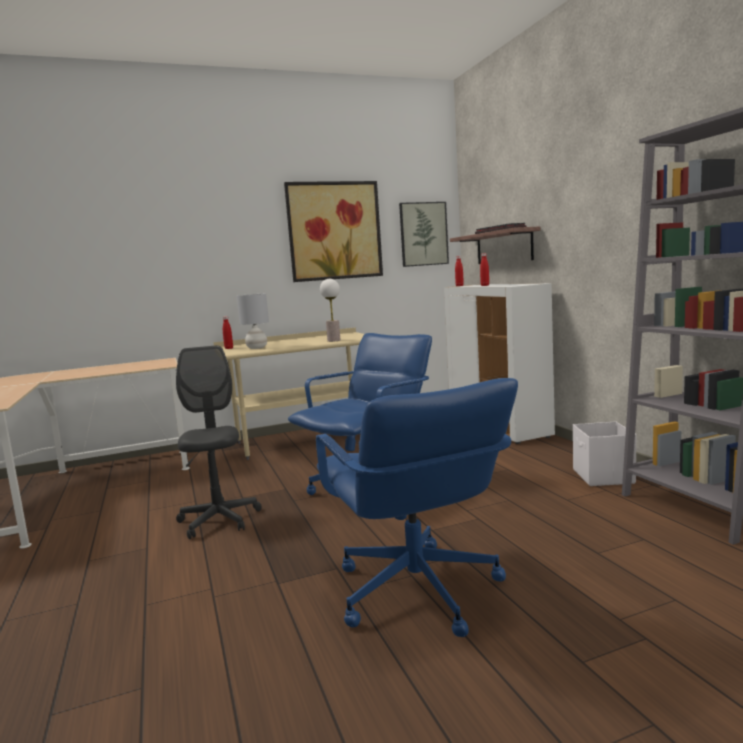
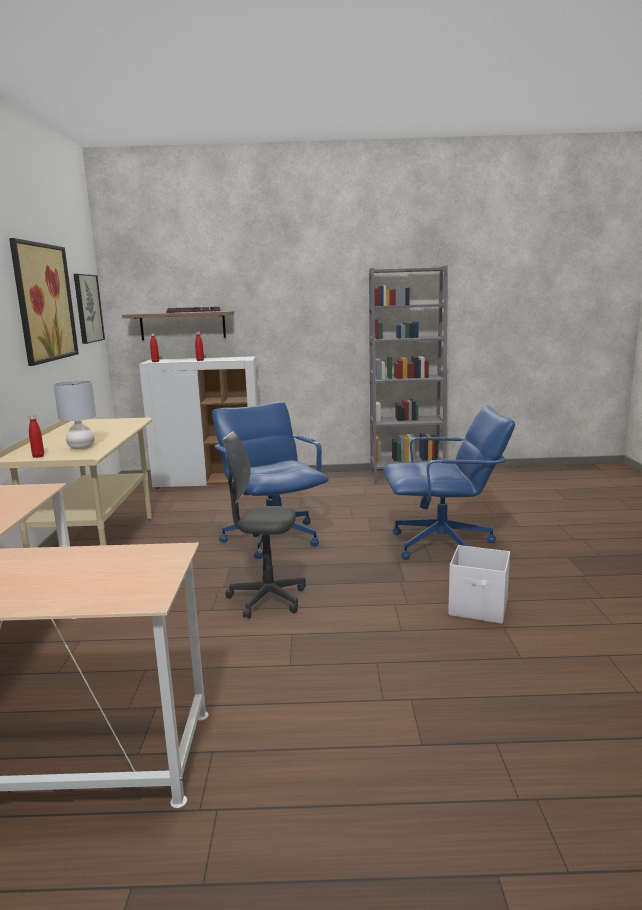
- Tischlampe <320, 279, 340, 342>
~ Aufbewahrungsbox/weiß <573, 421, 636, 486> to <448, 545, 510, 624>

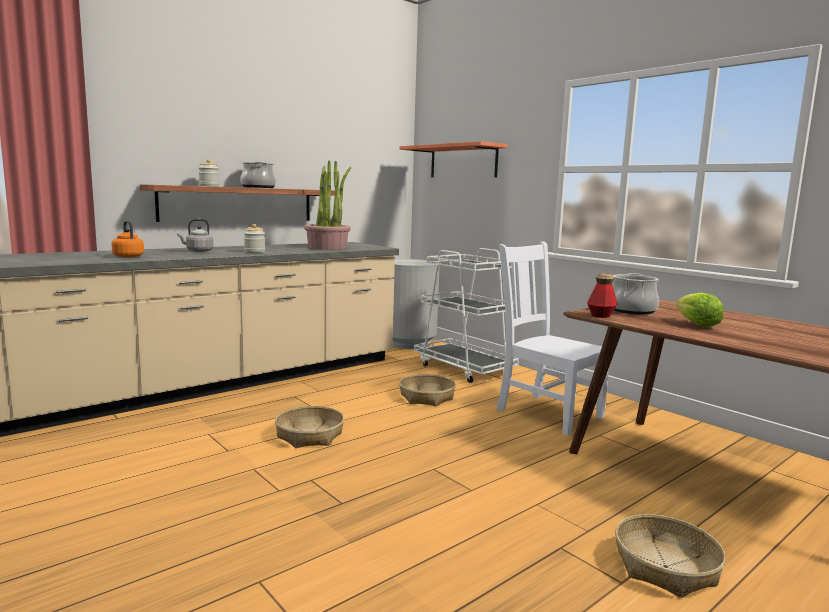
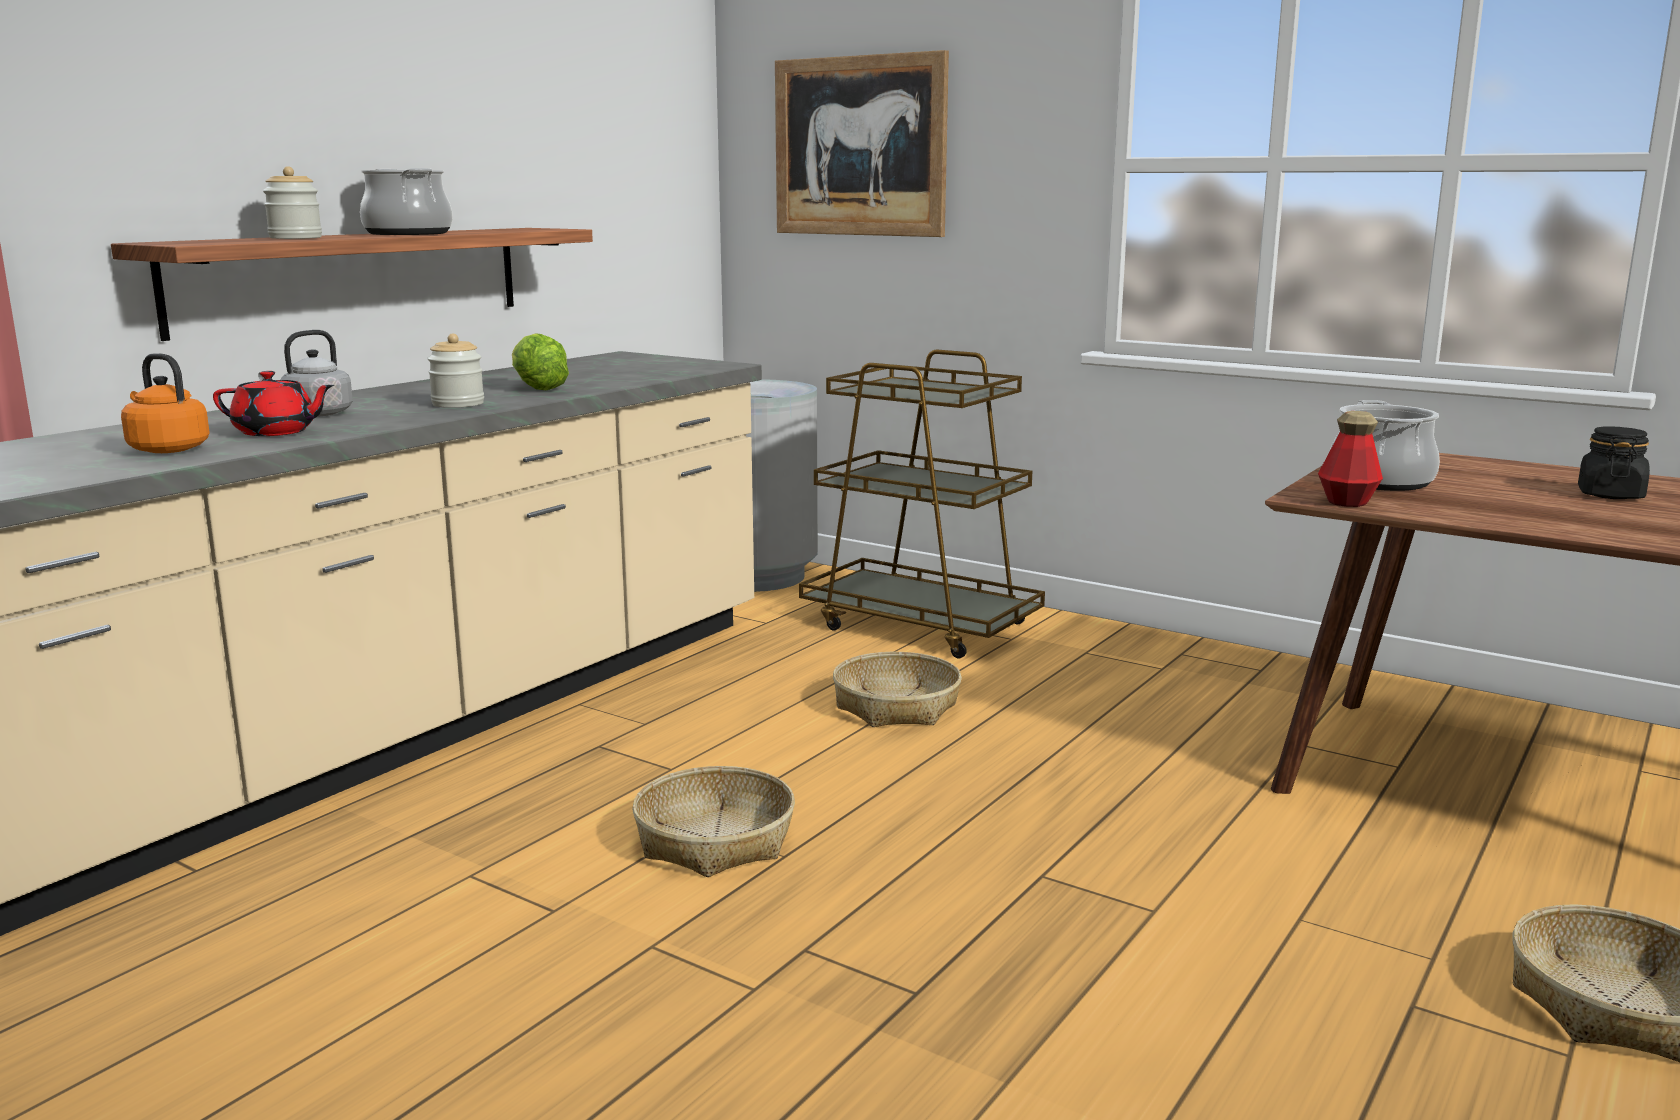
- Topfpflanze <304, 161, 351, 250>
~ Wandregal <399, 141, 508, 177> to Bild <775, 50, 949, 237>
~ Rollwagen/weiß <414, 248, 519, 383> to Rollwagen/braun <799, 350, 1045, 659>
- Stuhl/weiß <496, 242, 609, 435>
~ Salatkopf <676, 293, 724, 327> to <512, 333, 569, 390>
+ Teekanne/rot <213, 371, 334, 436>
+ Vorratsglas/schwarz <1578, 427, 1650, 499>

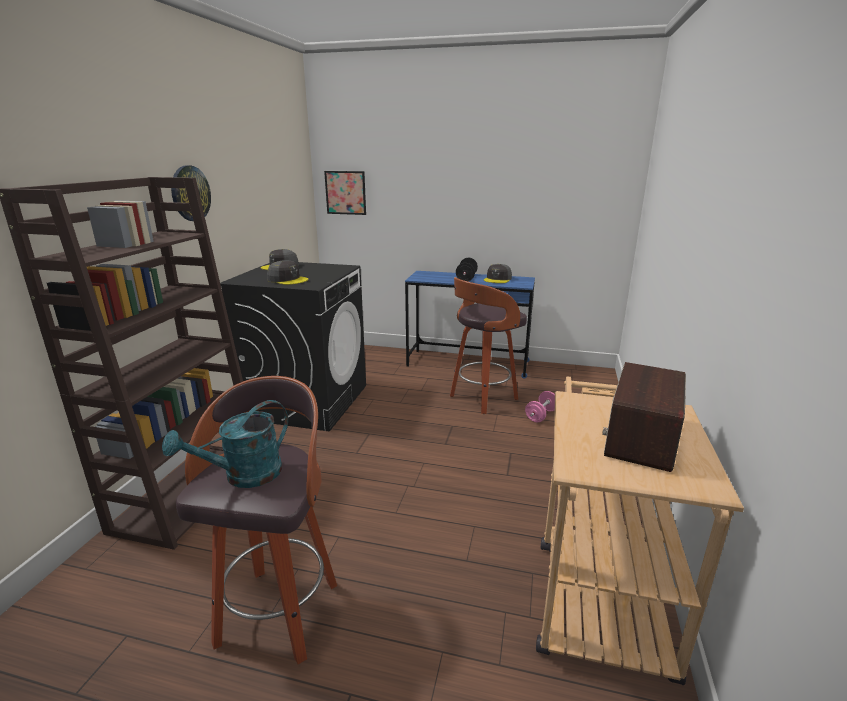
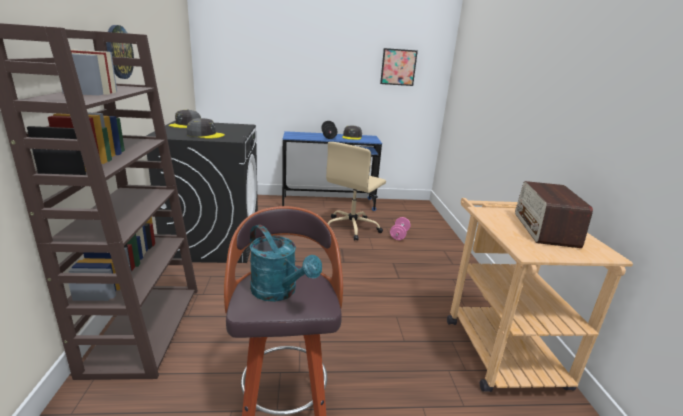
~ Gießkanne/türkis <162, 400, 288, 488> = <250, 225, 322, 302> 75 degrees counterclockwise
~ Bild <324, 171, 366, 215> to <380, 48, 418, 86>
~ Hocker <450, 277, 527, 414> to Bürostuhl/beige <326, 142, 386, 241>

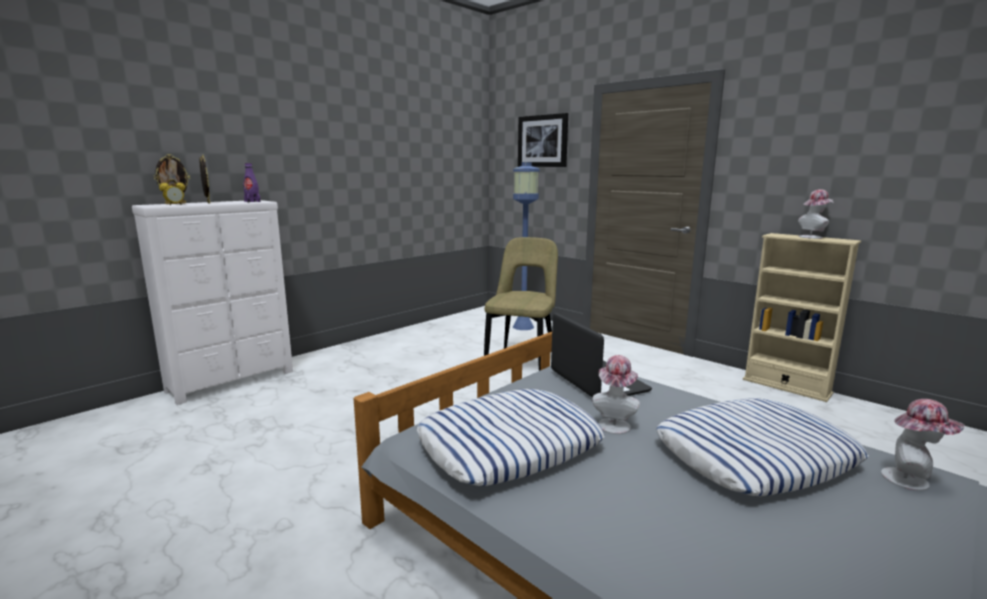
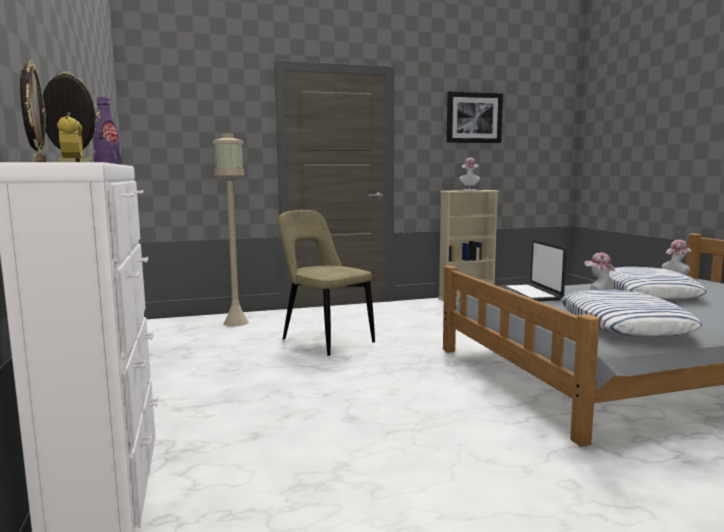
~ Stehlampe/blau <513, 162, 540, 330> to Stehlampe/beige <213, 134, 249, 326>
~ Bild <518, 113, 568, 167> to <447, 91, 503, 143>
~ Laptop <551, 313, 652, 397> = <497, 240, 567, 301> 105 degrees counterclockwise

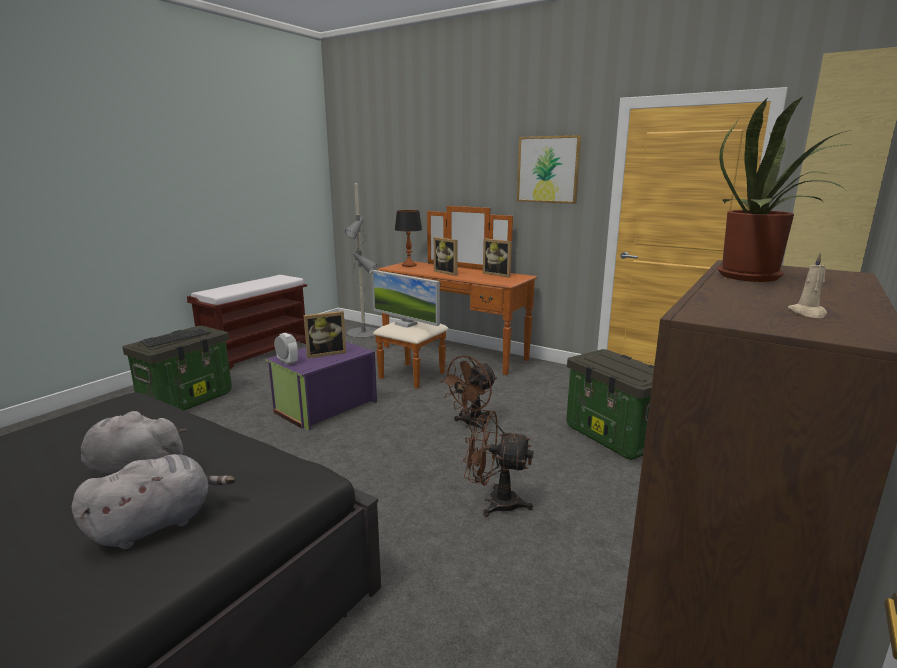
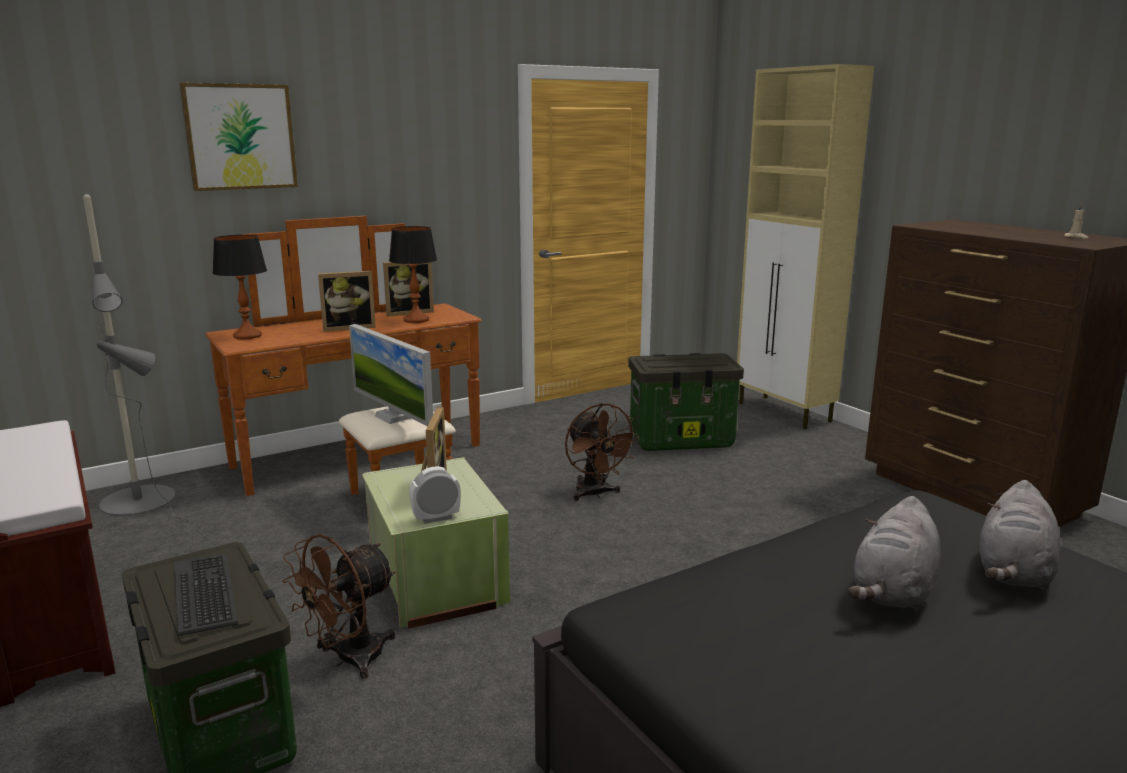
~ Plüschtier/grau <71, 454, 235, 549> = <980, 480, 1060, 590> 135 degrees counterclockwise
~ Aufbewahrungsbox/lila <265, 342, 377, 430> to Aufbewahrungsbox/grün <362, 457, 510, 629>
~ Monitor <372, 270, 440, 328> = <349, 324, 433, 426> 75 degrees clockwise
~ Ventilator/braun <463, 409, 533, 517> to <282, 534, 396, 679>
~ Bild <517, 135, 581, 204> to <180, 83, 298, 191>
- Topfpflanze <718, 96, 851, 282>
+ Tischlampe <389, 226, 437, 323>

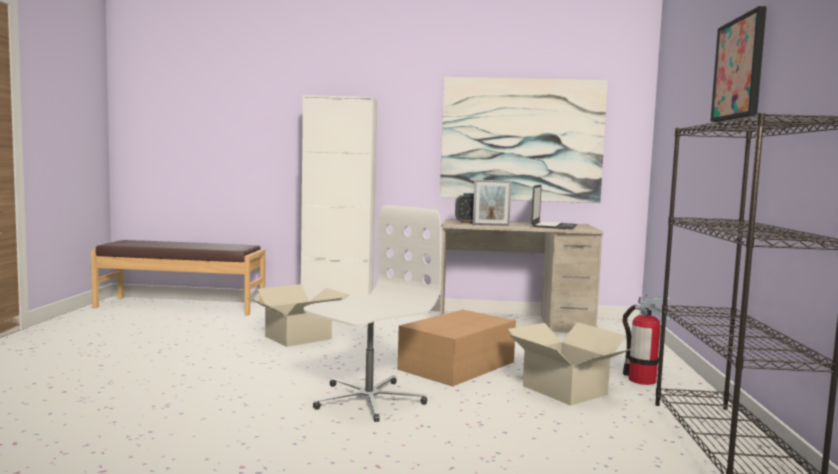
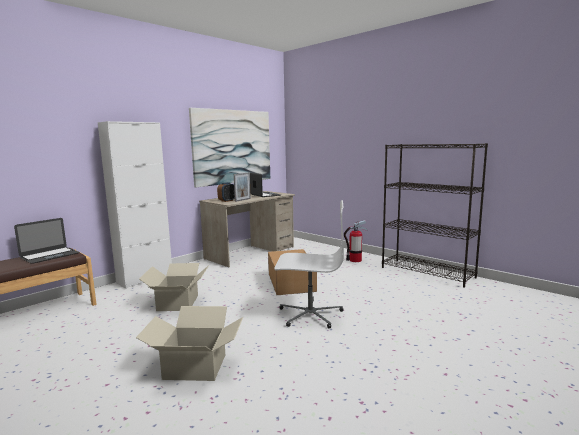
~ Bürostuhl/weiß <303, 205, 441, 422> = <274, 200, 344, 328> 105 degrees clockwise
~ Karton <508, 322, 633, 406> to <136, 306, 243, 381>
- Bild <710, 6, 767, 122>
+ Laptop <14, 218, 79, 264>

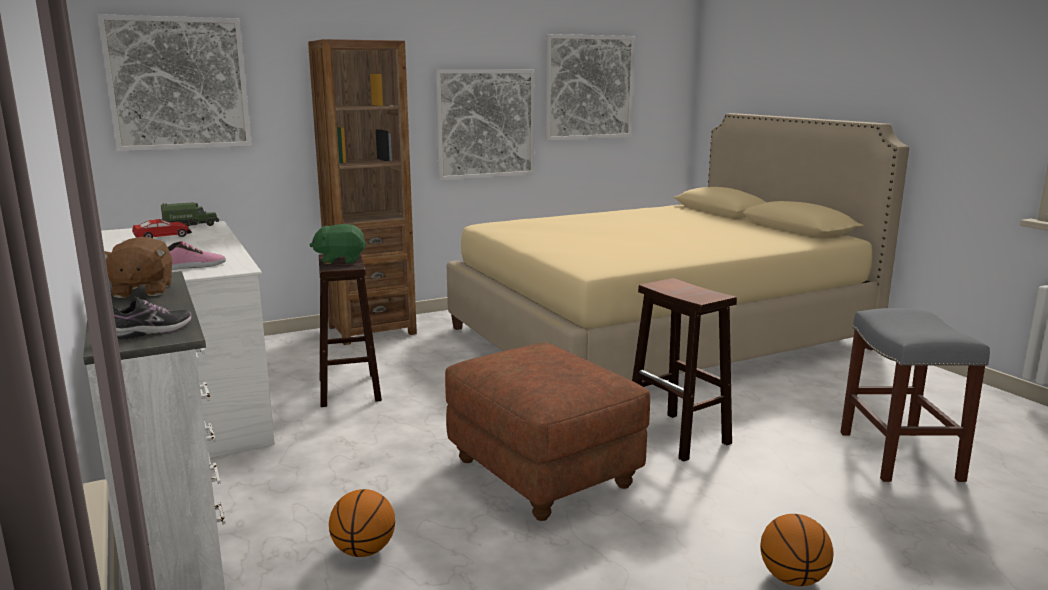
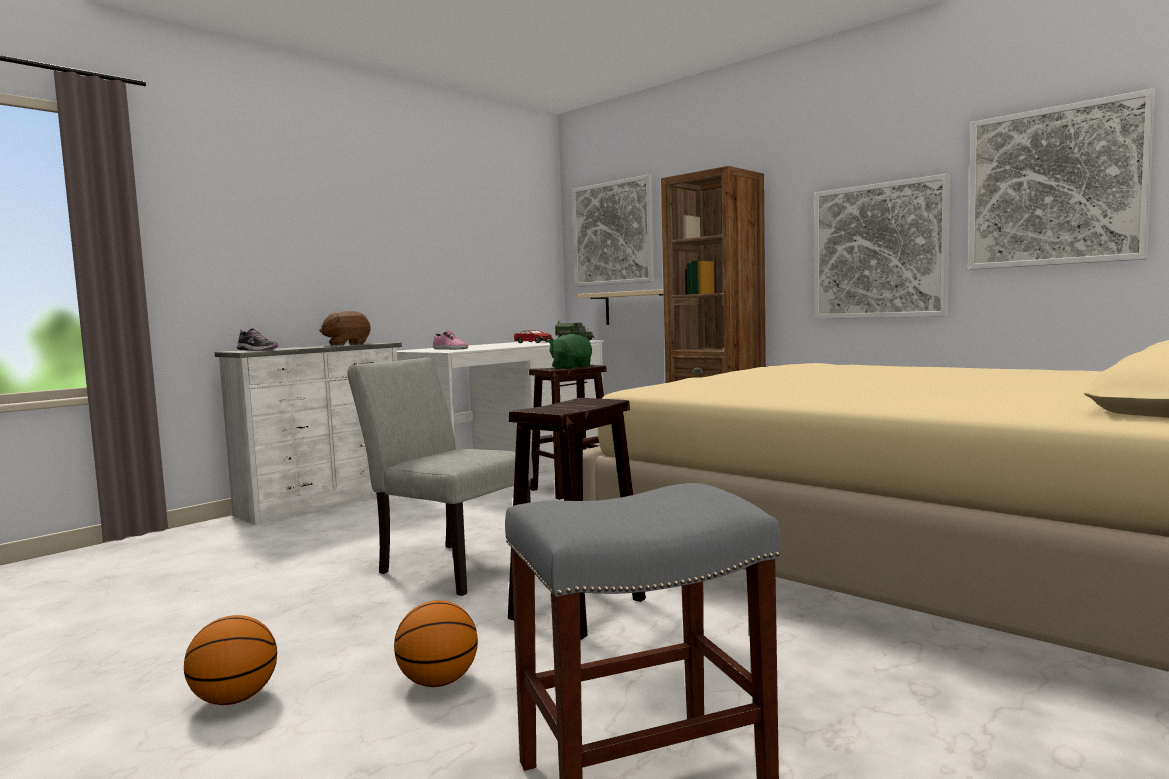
~ Basketball <329, 489, 395, 557> to <394, 600, 478, 687>
~ Polsterhocker/braun <445, 343, 650, 521> to Stuhl/grau <347, 358, 533, 596>
+ Wandregal/beige <578, 289, 664, 325>

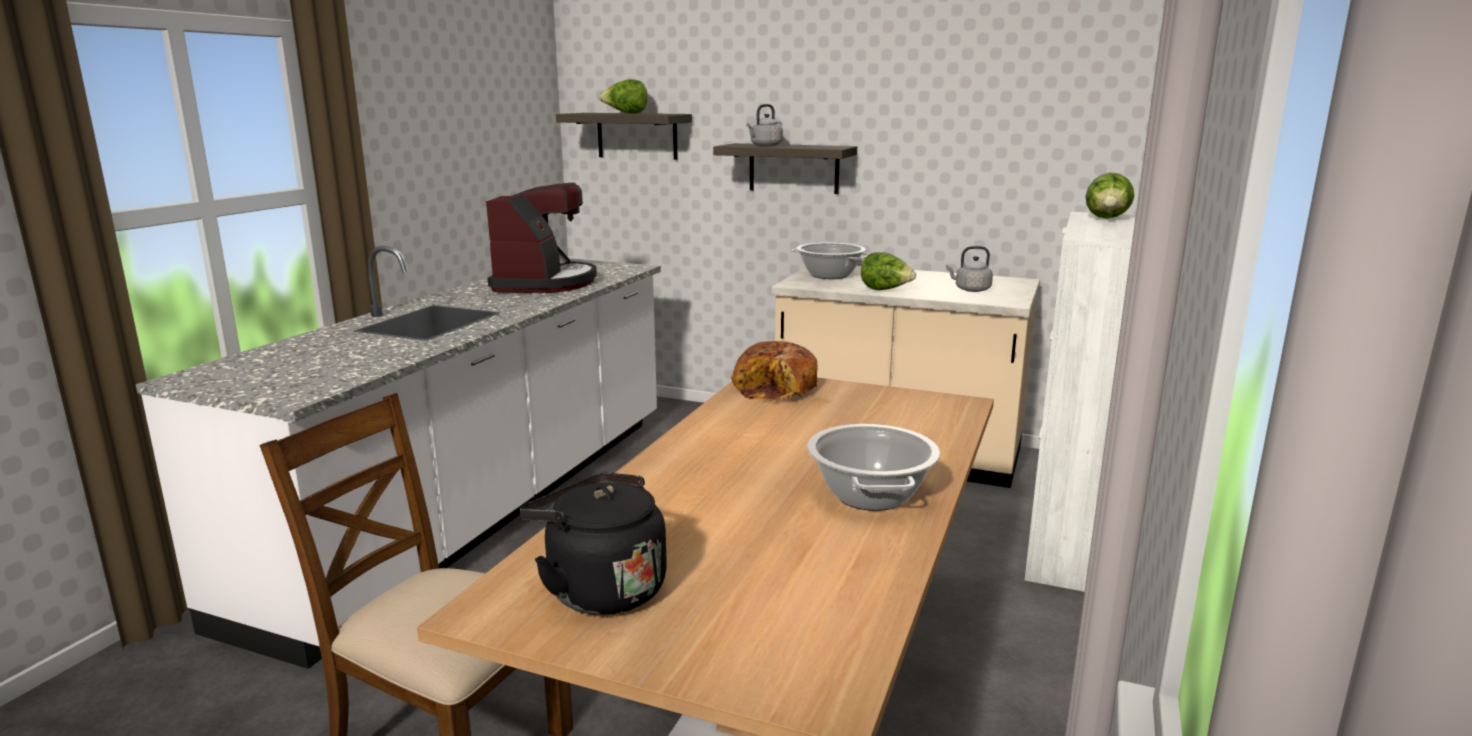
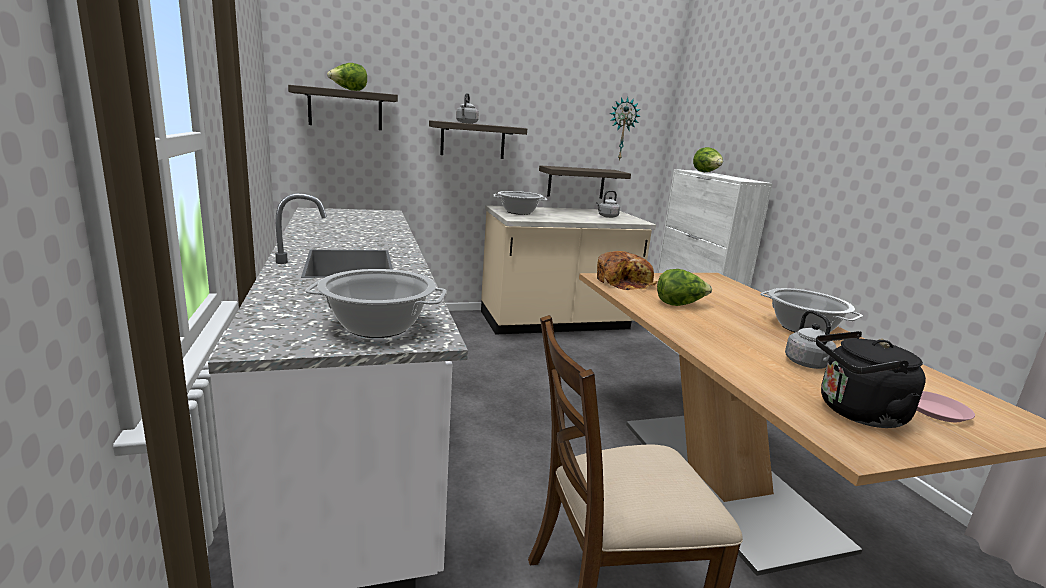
- Kaffeemaschine <486, 183, 597, 293>
~ Salatkopf <861, 252, 916, 290> to <657, 269, 712, 306>
+ Kochtopf <305, 269, 447, 338>
+ Wandregal <539, 166, 631, 199>
+ Wanduhr <610, 97, 640, 161>
+ Wasserkessel/grau <785, 310, 836, 369>
+ Teller/rosa <917, 391, 975, 422>

